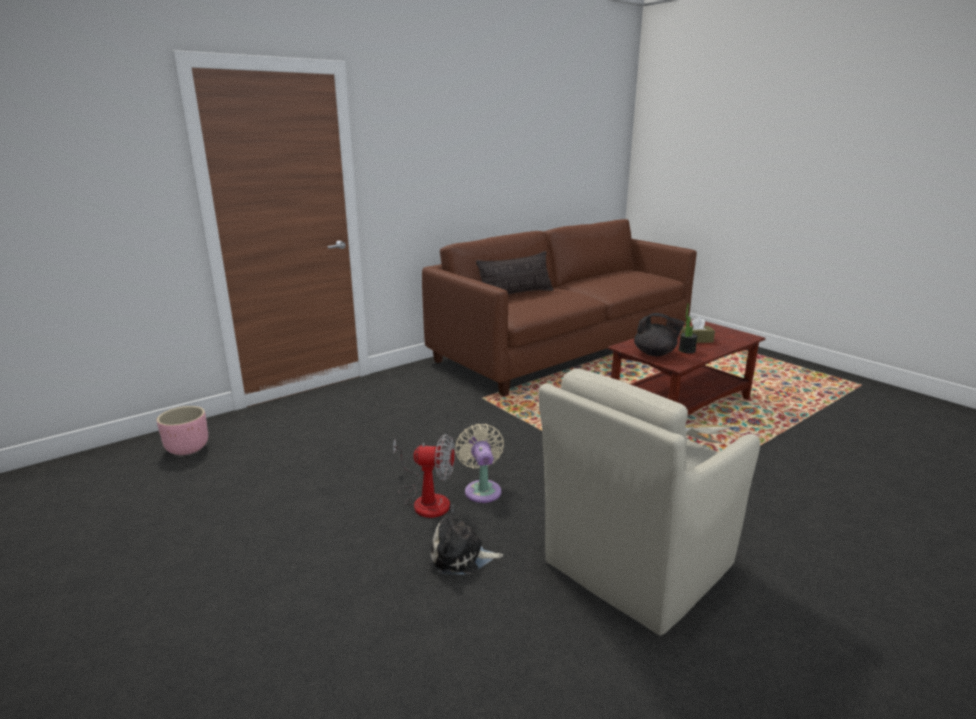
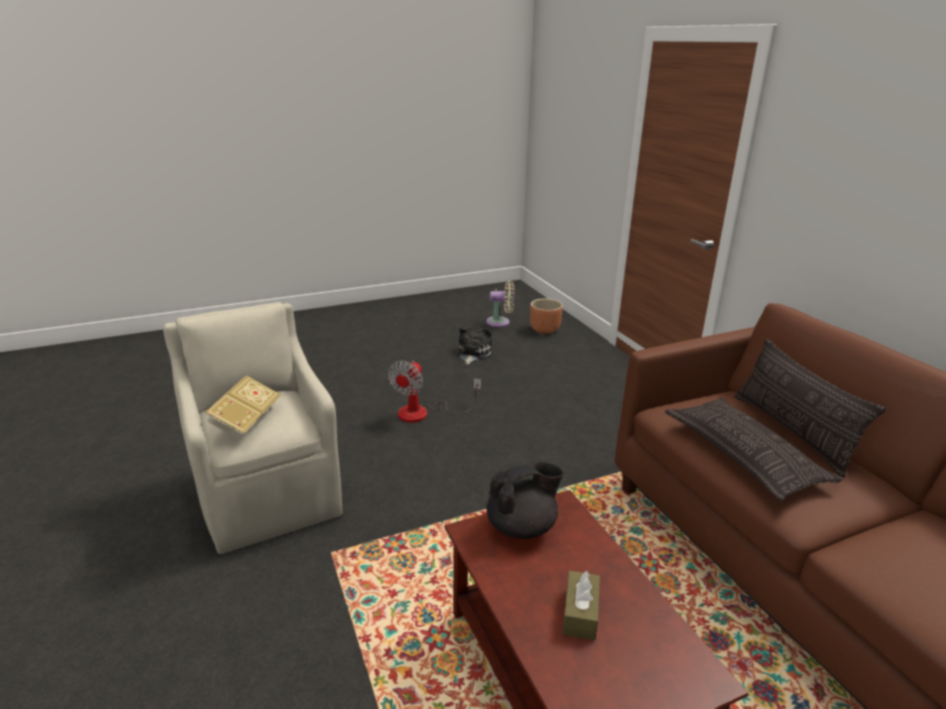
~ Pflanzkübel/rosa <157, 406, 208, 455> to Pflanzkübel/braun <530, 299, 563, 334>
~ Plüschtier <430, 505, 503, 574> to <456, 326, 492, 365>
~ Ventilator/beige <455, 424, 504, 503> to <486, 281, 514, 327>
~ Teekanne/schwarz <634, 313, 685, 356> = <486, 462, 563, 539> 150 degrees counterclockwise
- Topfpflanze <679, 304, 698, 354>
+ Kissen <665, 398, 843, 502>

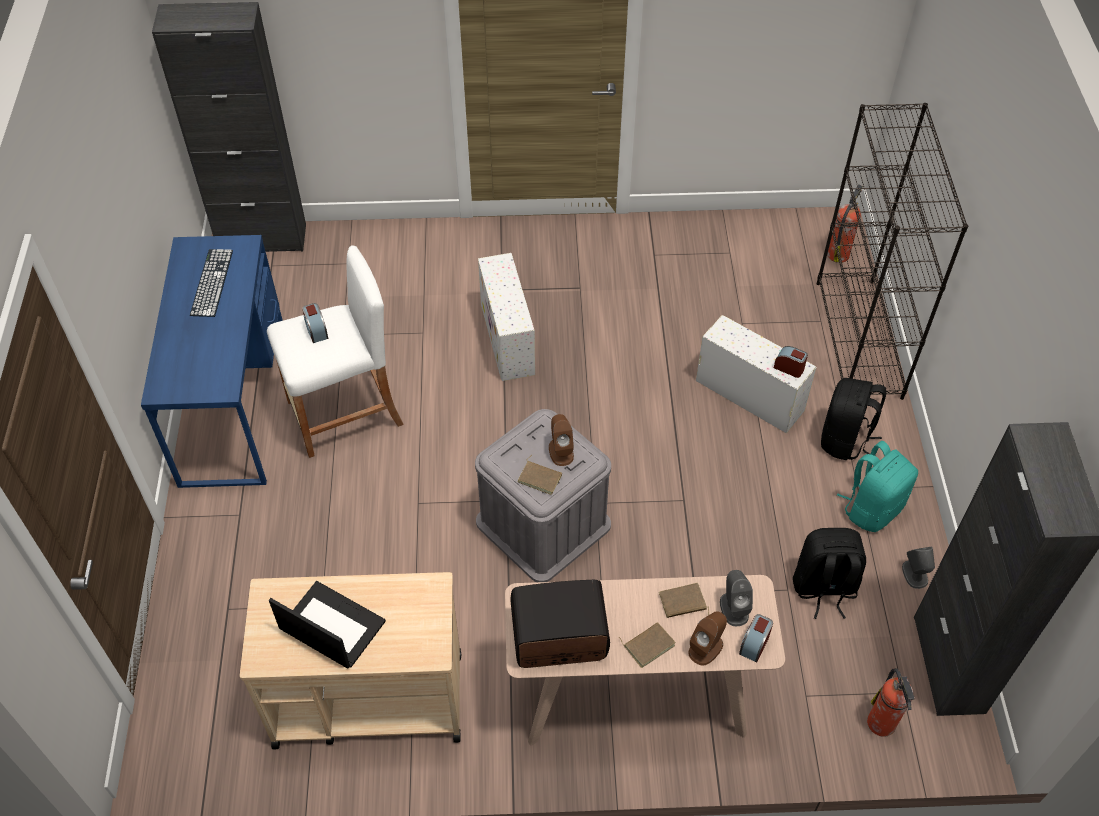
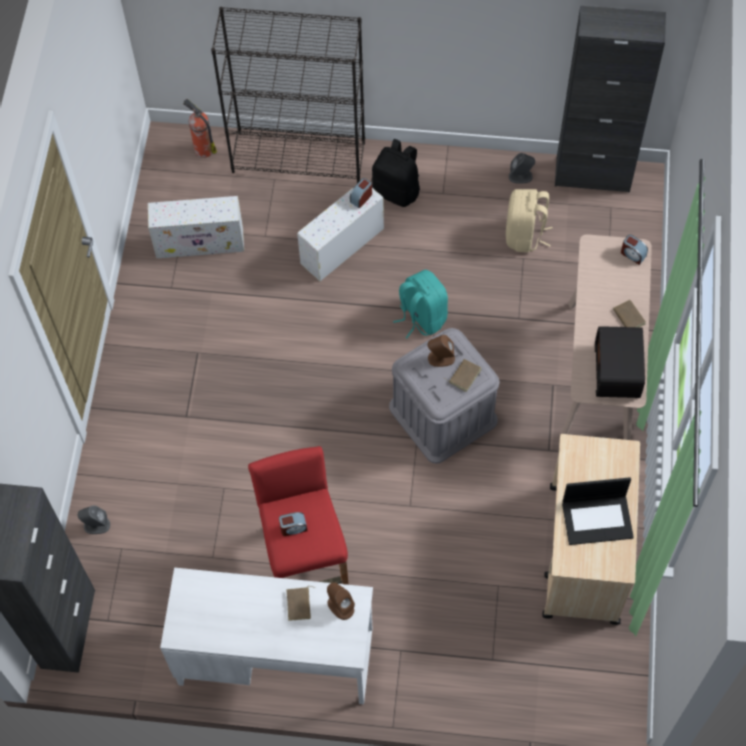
~ Schreibtisch/blau <141, 235, 283, 488> to Schreibtisch/weiß <160, 568, 373, 704>
- Tastatur <190, 249, 233, 317>
~ Hocker/weiß <267, 245, 404, 458> to Hocker/rot <248, 446, 349, 585>
~ Laptop <269, 581, 386, 669> = <562, 477, 634, 545> 135 degrees counterclockwise
~ Aufbewahrungsbox/weiß <478, 253, 535, 381> to <148, 196, 244, 258>
~ Buch/braun <659, 583, 709, 618> to <286, 586, 316, 621>
~ Lautsprecher/braun <688, 611, 727, 665> to <327, 582, 355, 620>
~ Lautsprecher/grau <720, 570, 753, 626> to <78, 506, 110, 534>
~ Rucksack/schwarz <793, 528, 866, 619> to Rucksack/beige <506, 189, 552, 252>
~ Rucksack/türkis <837, 441, 918, 532> to <393, 270, 448, 338>
- Feuerlöscher <867, 668, 915, 737>

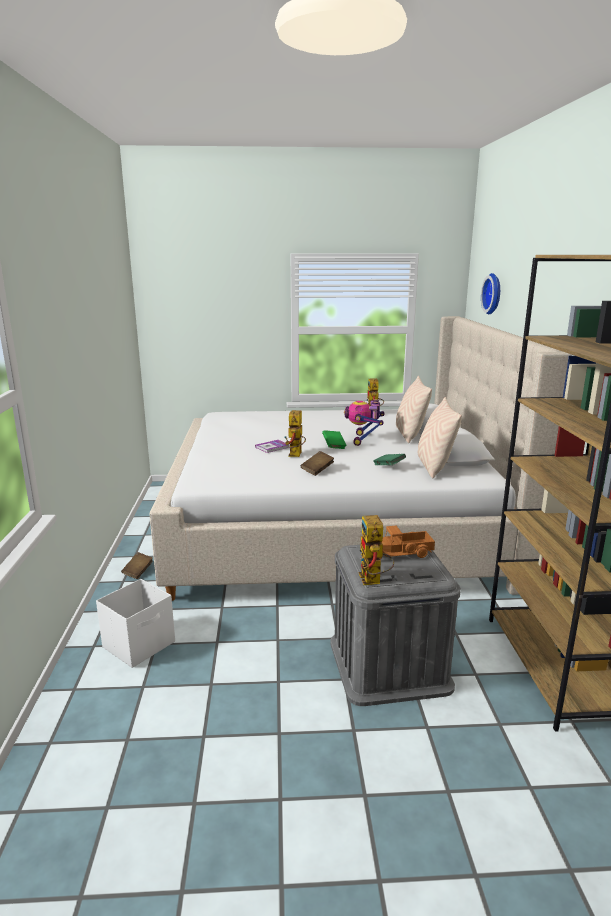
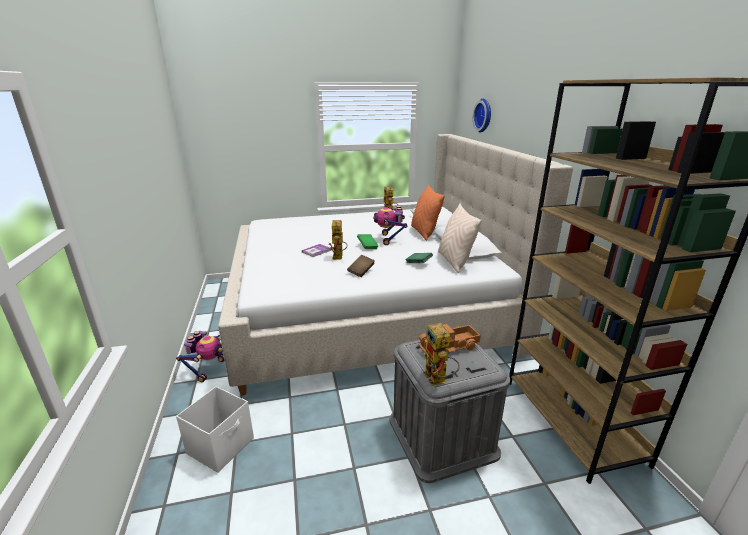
~ Buch/braun <121, 552, 153, 579> to Spielzeugroboter <176, 331, 224, 382>
~ Kissen/beige <396, 376, 432, 443> to Kissen/orange <411, 184, 445, 241>

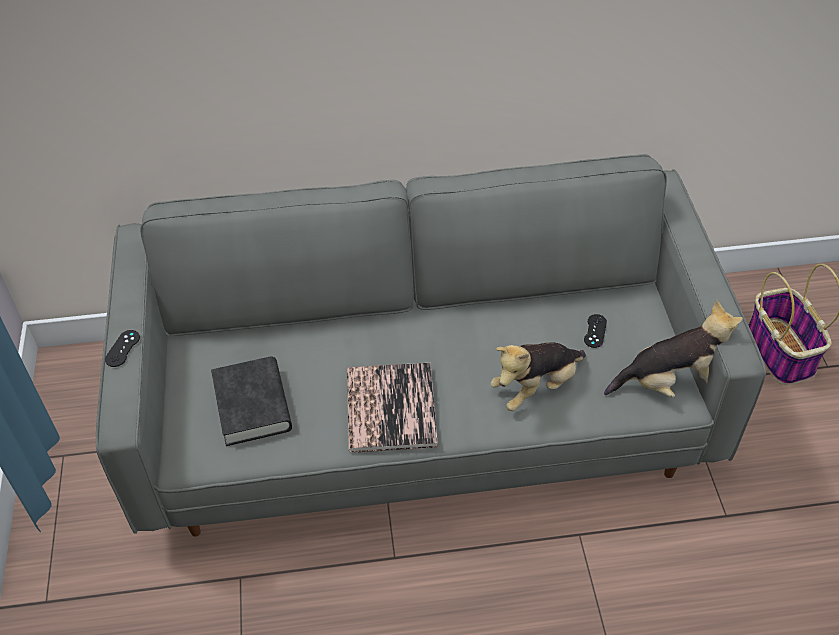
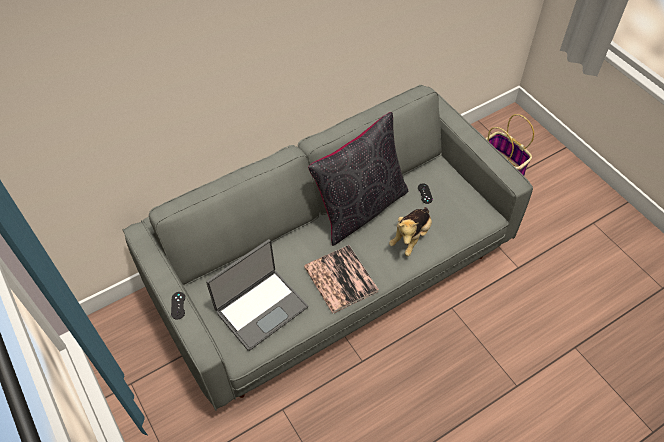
~ Buch/schwarz <211, 356, 292, 446> to Laptop <206, 239, 308, 351>
- Plüschtier <604, 300, 743, 398>
+ Kissen/schwarz <308, 112, 408, 246>

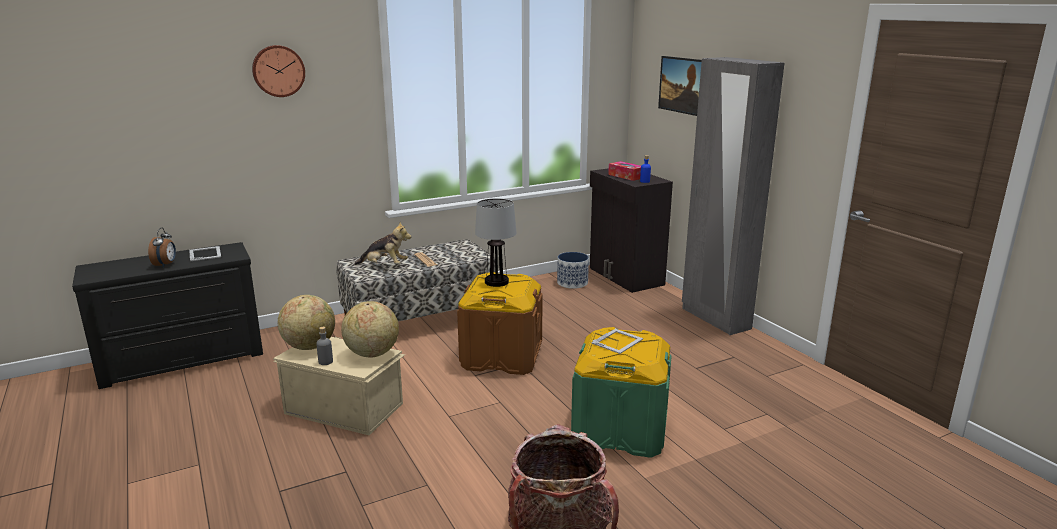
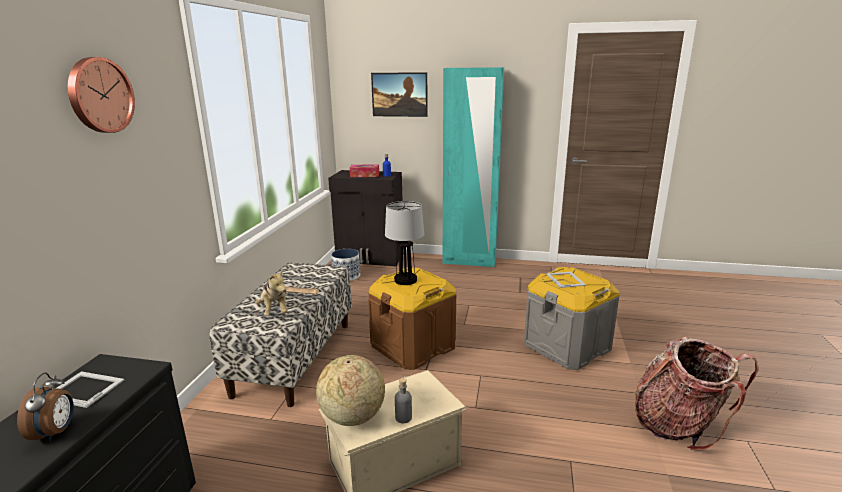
~ Wecker <148, 228, 176, 268> = <17, 373, 74, 442> 45 degrees clockwise
- Globus <341, 301, 399, 357>
~ Plüschtier <354, 222, 411, 265> = <255, 269, 288, 316> 105 degrees clockwise
~ Aufbewahrungsbox/grün <571, 327, 672, 458> to Aufbewahrungsbox/grau <524, 267, 620, 370>
~ Kleiderschrank/grau <682, 57, 784, 335> to Kleiderschrank/türkis <443, 67, 504, 267>

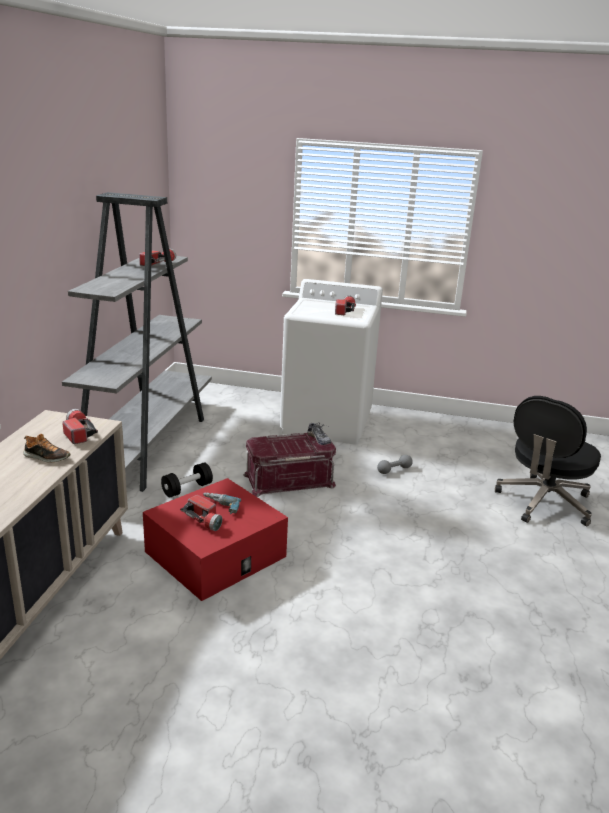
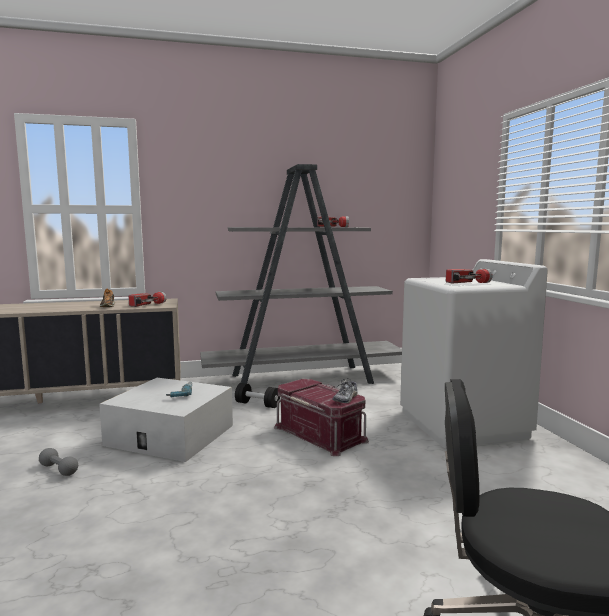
~ Aufbewahrungsbox/rot <143, 478, 288, 601> to Aufbewahrungsbox/weiß <99, 378, 233, 462>
- Taschenlampe <180, 495, 222, 531>
~ Hantel/grau <377, 455, 413, 474> to <39, 448, 78, 476>

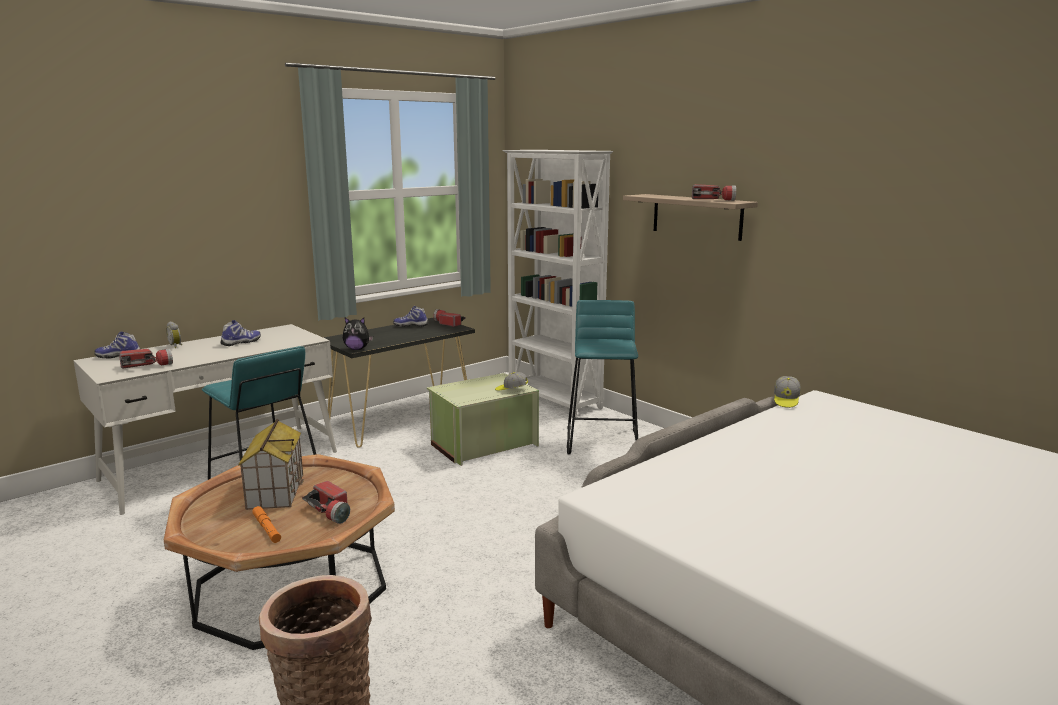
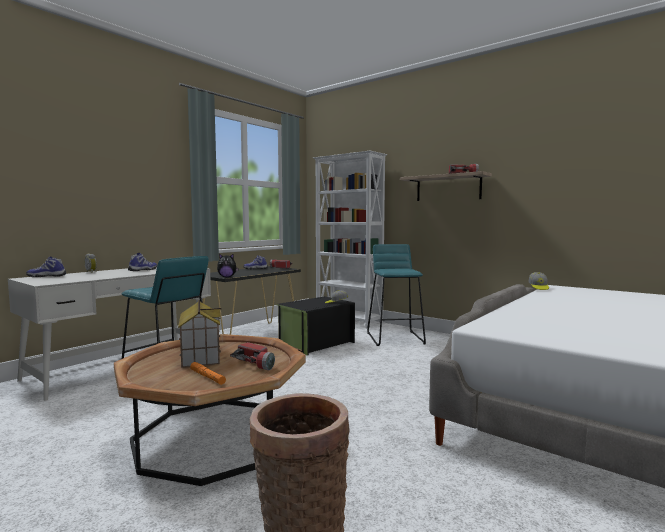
- Taschenlampe <119, 348, 173, 369>
~ Aufbewahrungsbox/grün <427, 373, 539, 466> to Aufbewahrungsbox/schwarz <276, 297, 355, 356>

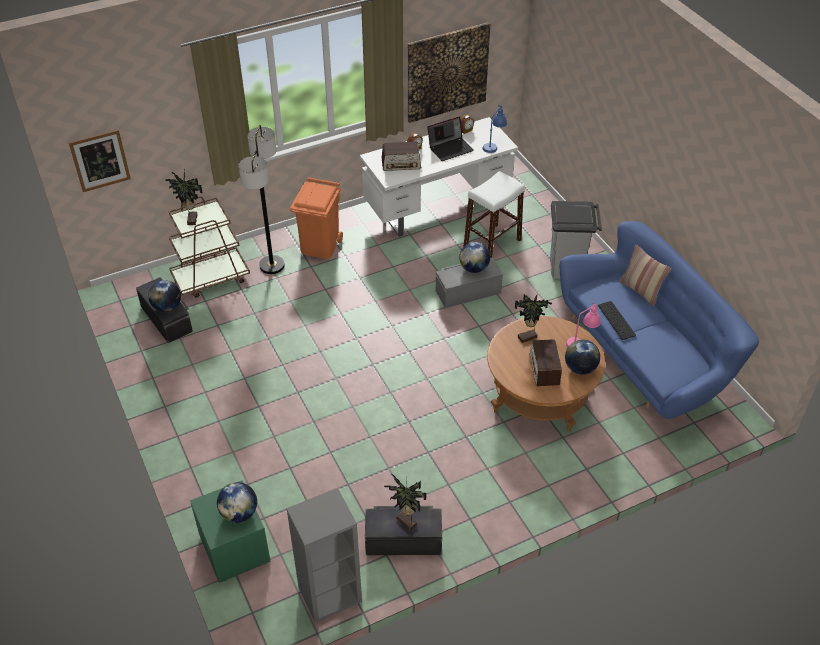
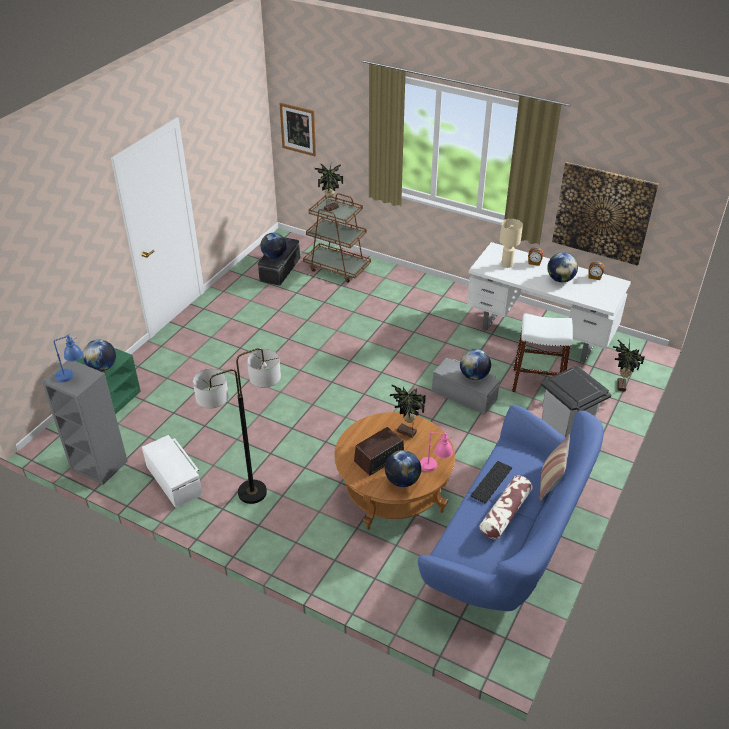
~ Stehlampe <239, 125, 285, 274> to <193, 348, 281, 504>
- Mülleimer/orange <290, 177, 343, 259>
~ Aufbewahrungsbox/schwarz <365, 506, 442, 555> to Aufbewahrungsbox/weiß <142, 435, 203, 508>
~ Radio <382, 141, 421, 171> to Tischlampe/beige <500, 219, 523, 268>
~ Topfpflanze <384, 473, 426, 531> to <613, 339, 645, 392>
~ Laptop <427, 116, 474, 161> to Globus <547, 252, 578, 282>
~ Tischlampe/blau <483, 105, 507, 153> to <54, 335, 83, 382>
+ Kissen <480, 475, 533, 539>

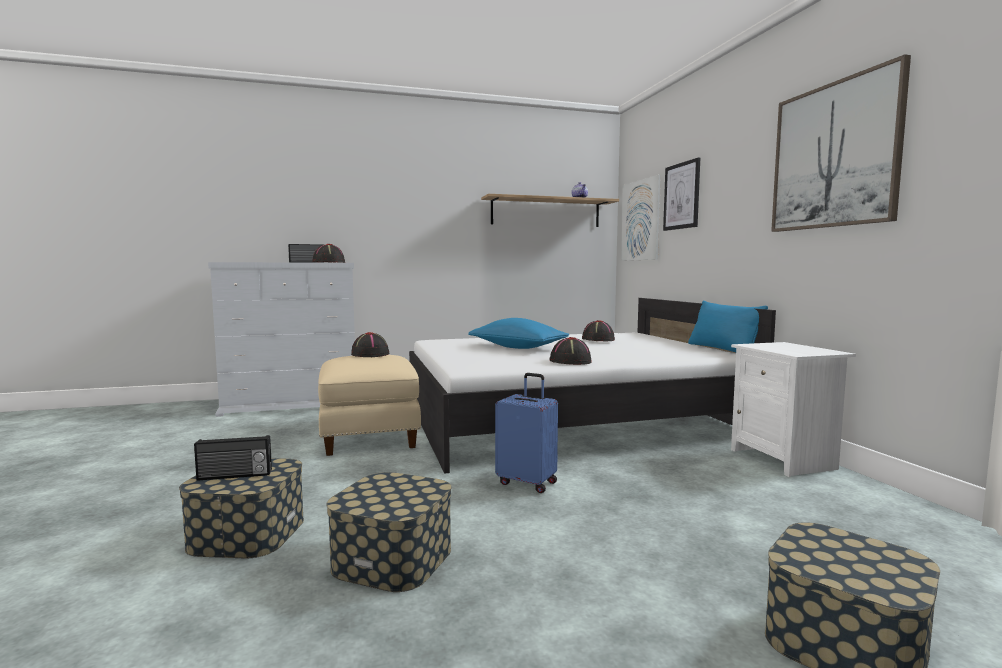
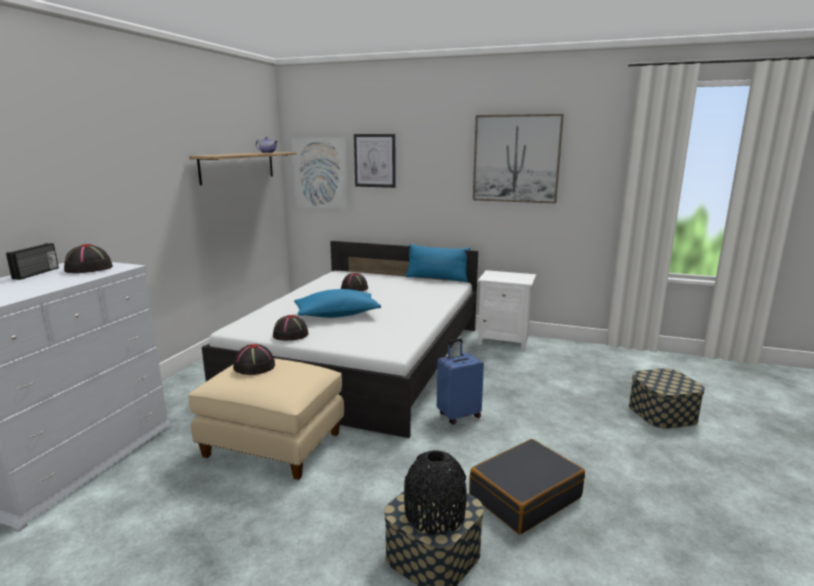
~ Radio <194, 435, 272, 481> to Vase/schwarz <404, 450, 467, 535>
~ Aufbewahrungsbox <326, 472, 451, 592> to Koffer/schwarz <469, 439, 585, 534>
~ Hut/schwarz <550, 337, 592, 365> to <273, 315, 309, 341>

